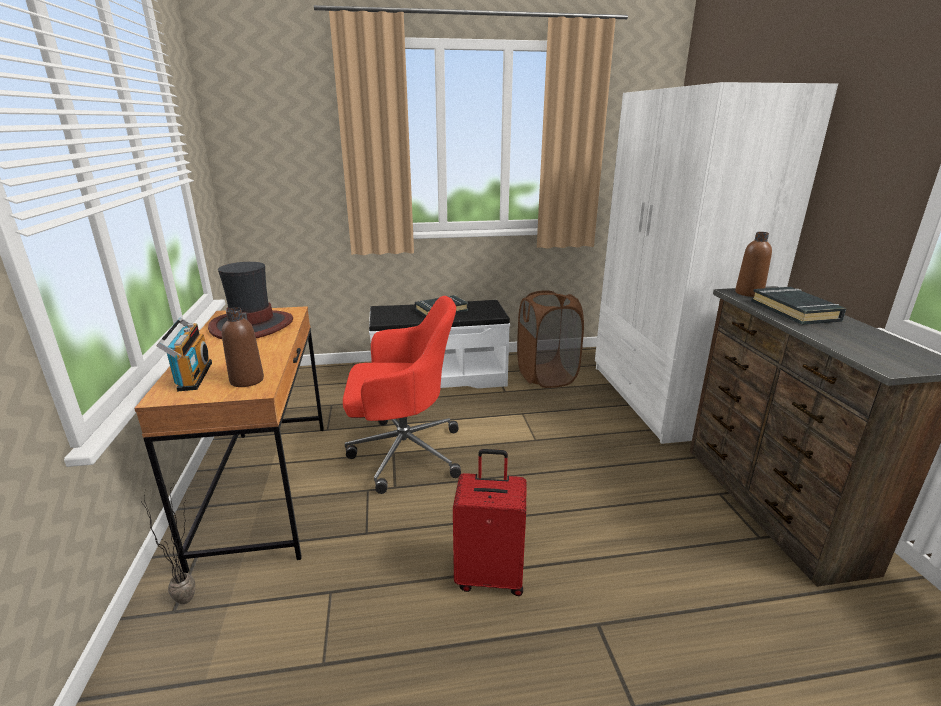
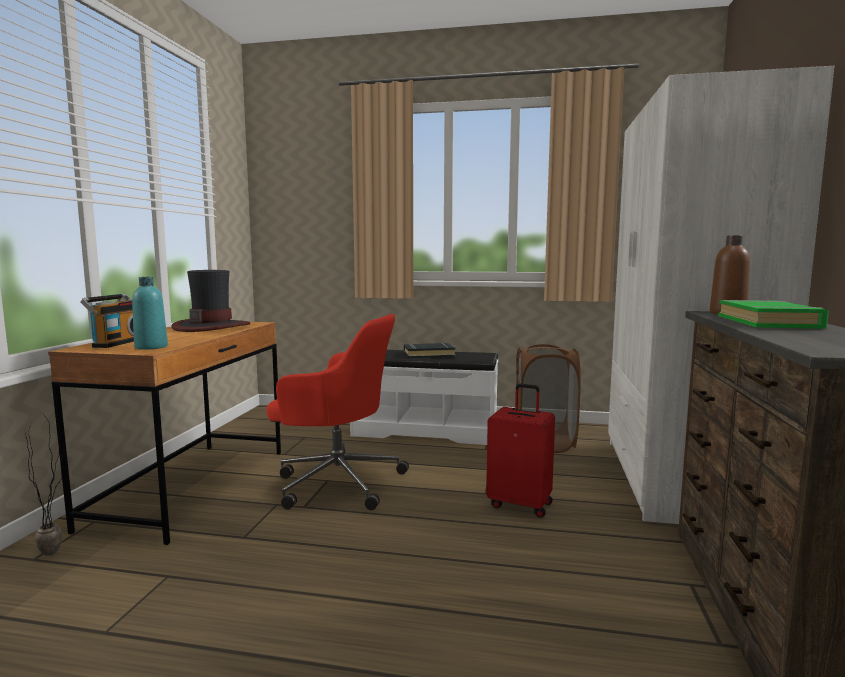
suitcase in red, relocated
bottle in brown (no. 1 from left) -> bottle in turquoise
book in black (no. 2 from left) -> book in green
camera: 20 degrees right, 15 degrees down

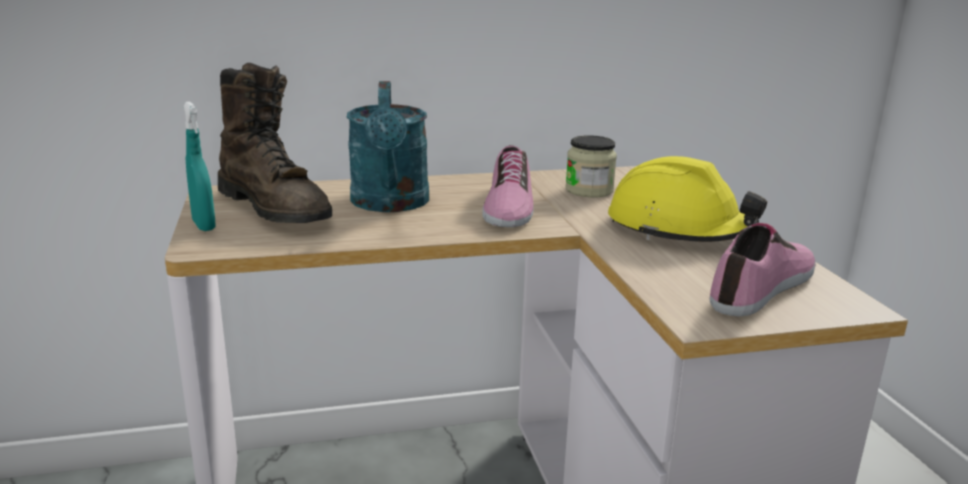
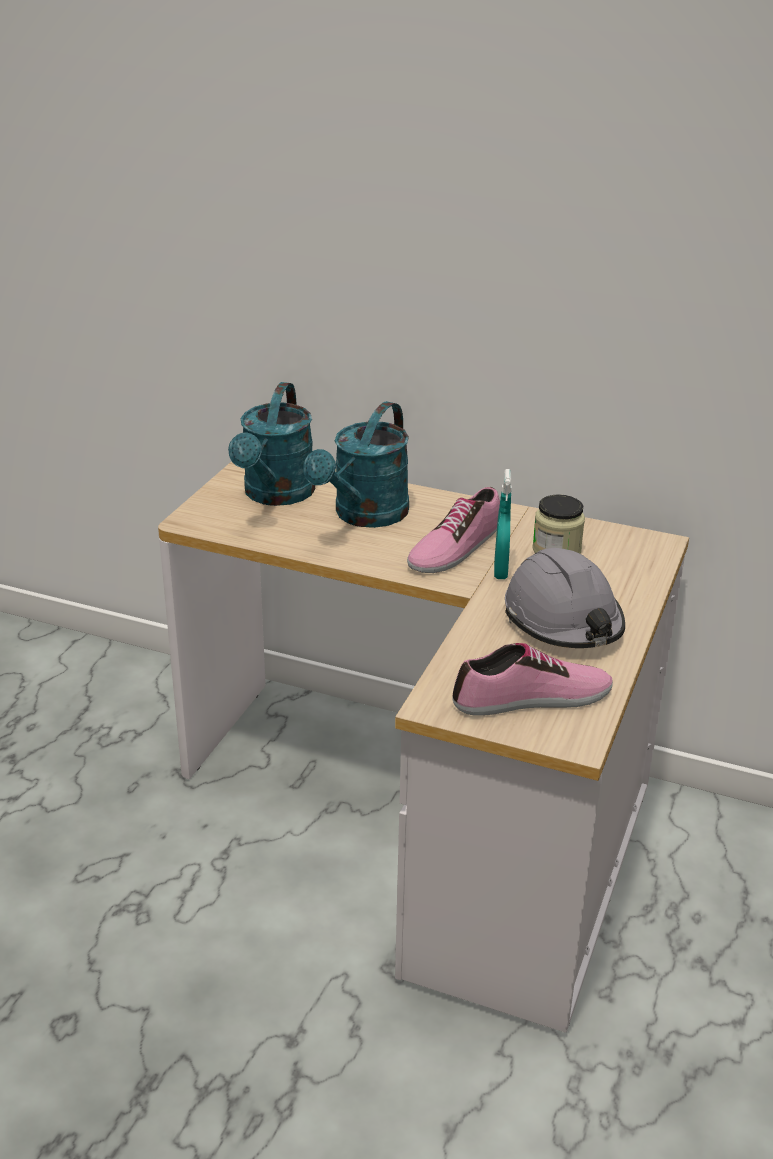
spray bottle in turquoise, relocated
boot in brown -> watering can in turquoise (no. 1 from left)
hard hat in yellow -> hard hat in grey
camera: 35 degrees right, 10 degrees up

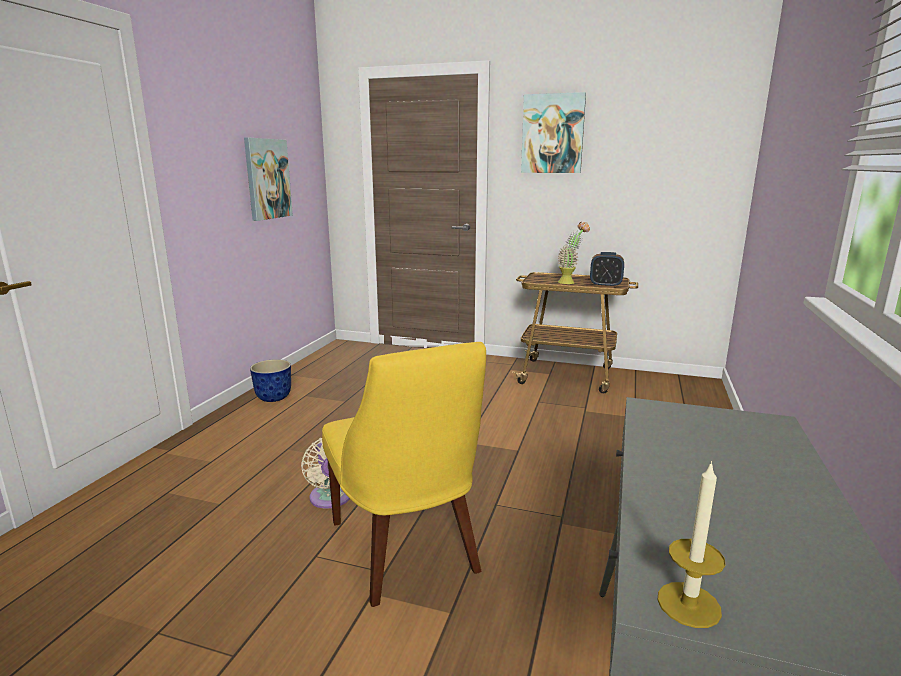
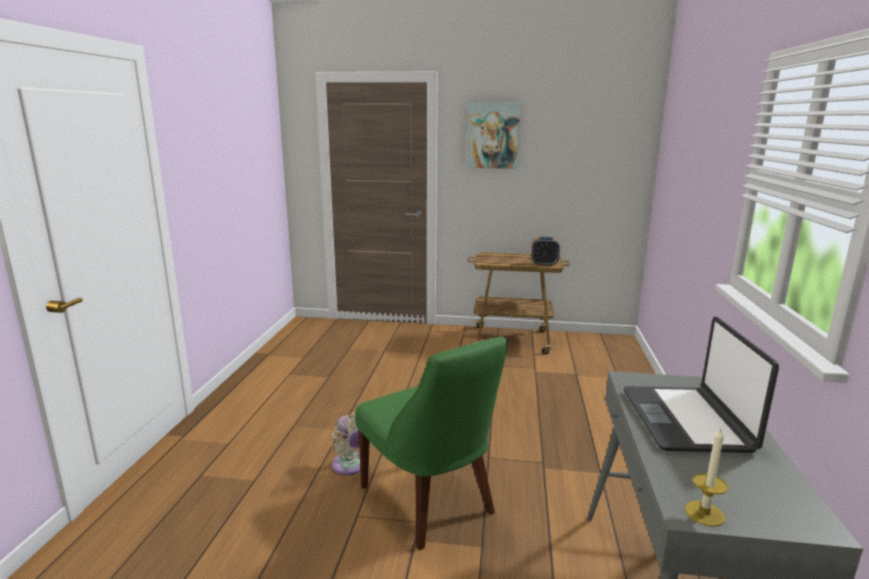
picture (no. 1 from left) -> none
planter -> none
potted plant -> none
none -> laptop
chair in yellow -> chair in green
camera: 10 degrees left, 0 degrees up

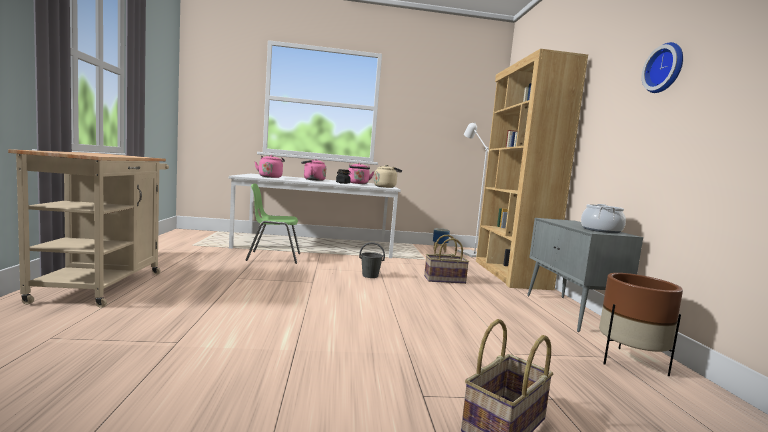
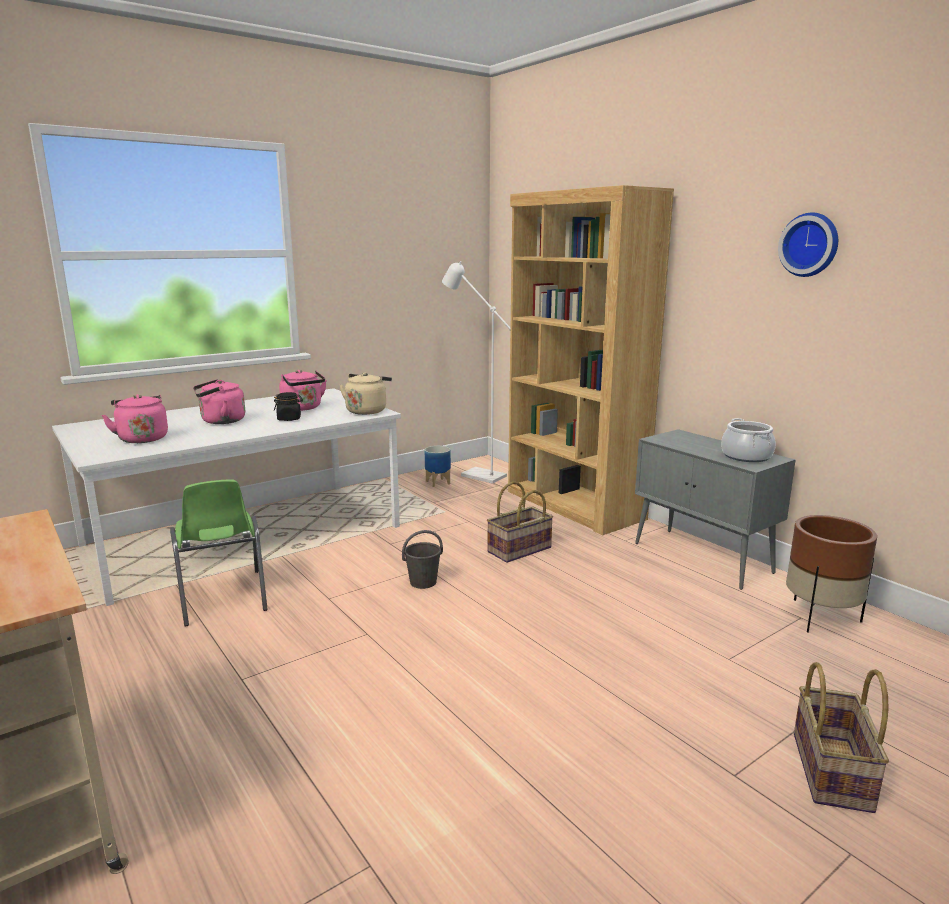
chair in green, 75 degrees counterclockwise
camera: 30 degrees left, 10 degrees up

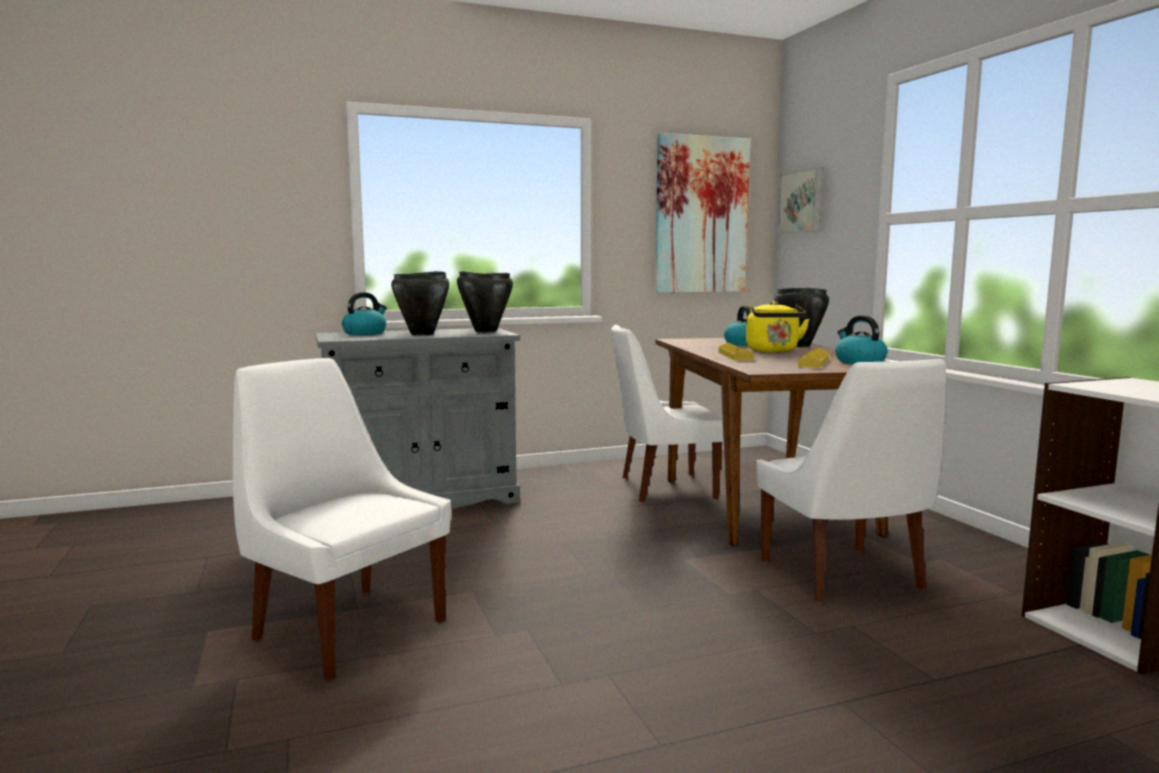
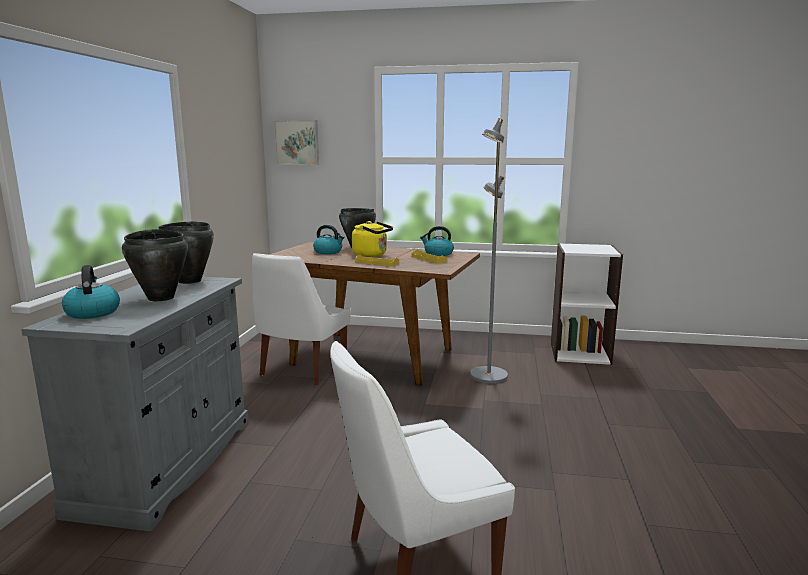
picture (no. 1 from left) -> none
chair in white (no. 3 from left) -> floor lamp in grey
camera: 60 degrees left, 5 degrees up

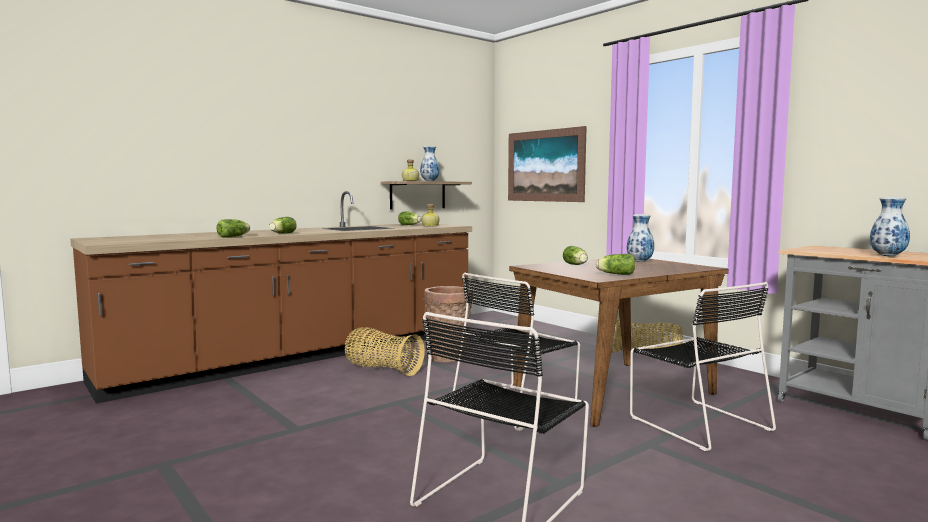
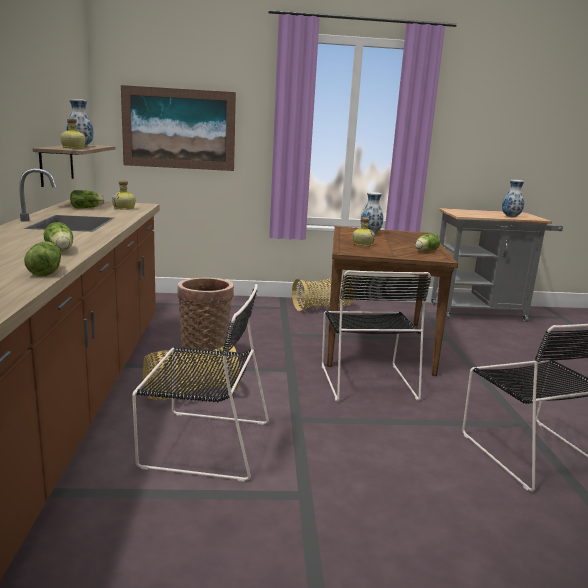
chair in black (no. 3 from left in the first image) -> chair in black (no. 1 from left), relocated
lettuce (no. 4 from left) -> bottle (no. 3 from left)
camera: 55 degrees left, 10 degrees up

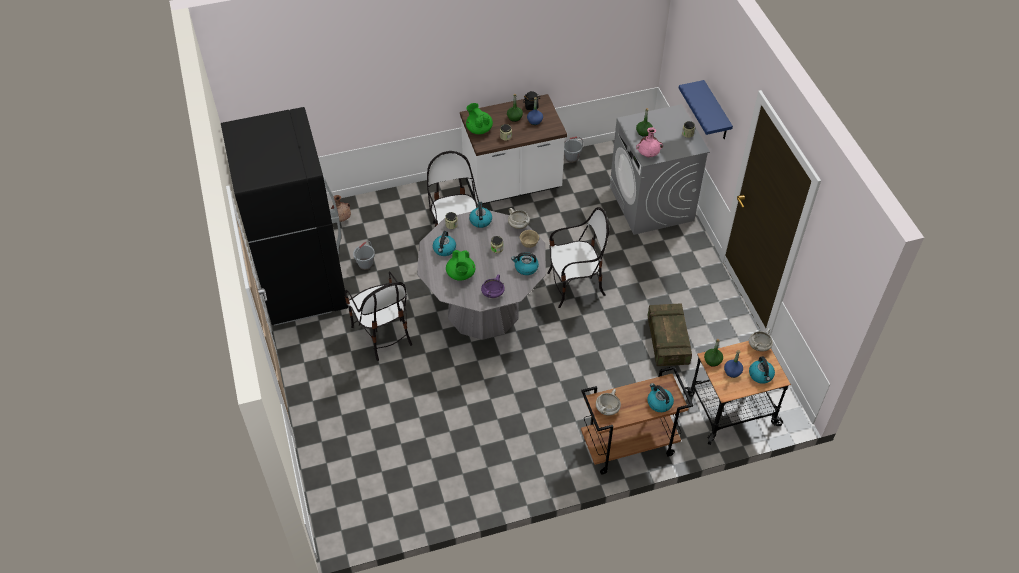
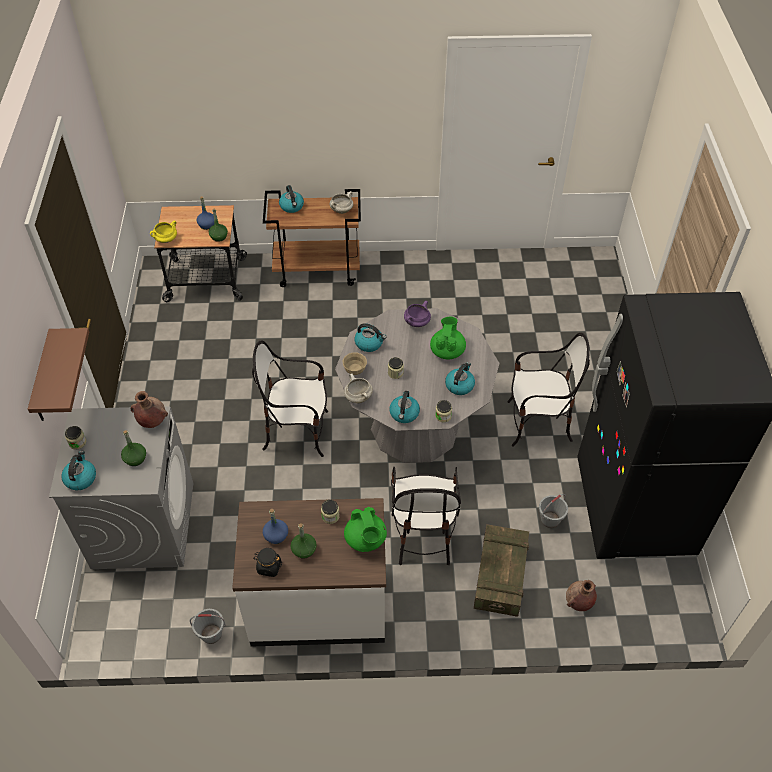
crate, relocated
kettle (no. 5 from left in the first image) -> kettle (no. 1 from left), relocated
vase in pink -> vase in brown (no. 1 from left)
shelf in blue -> shelf in brown
cooking pot in white (no. 3 from left) -> cooking pot in yellow
chair (no. 1 from left in the first image) -> chair (no. 3 from left), 105 degrees clockwise
camera: 165 degrees left, 0 degrees up

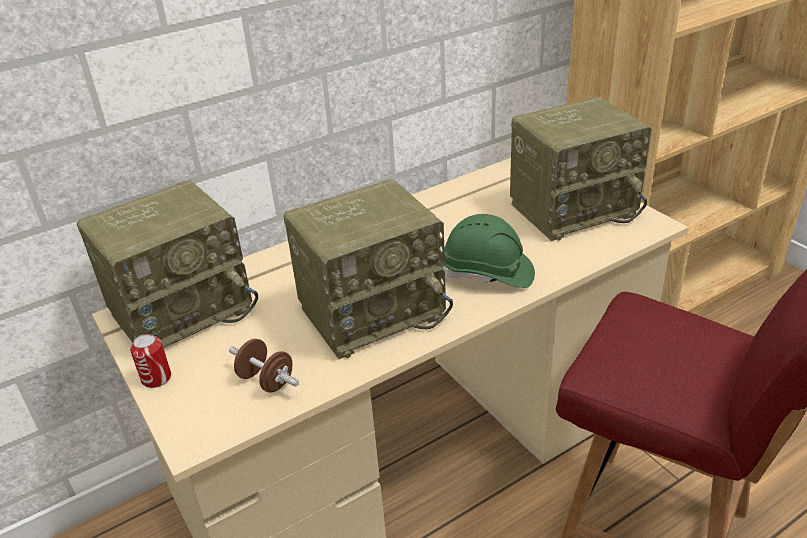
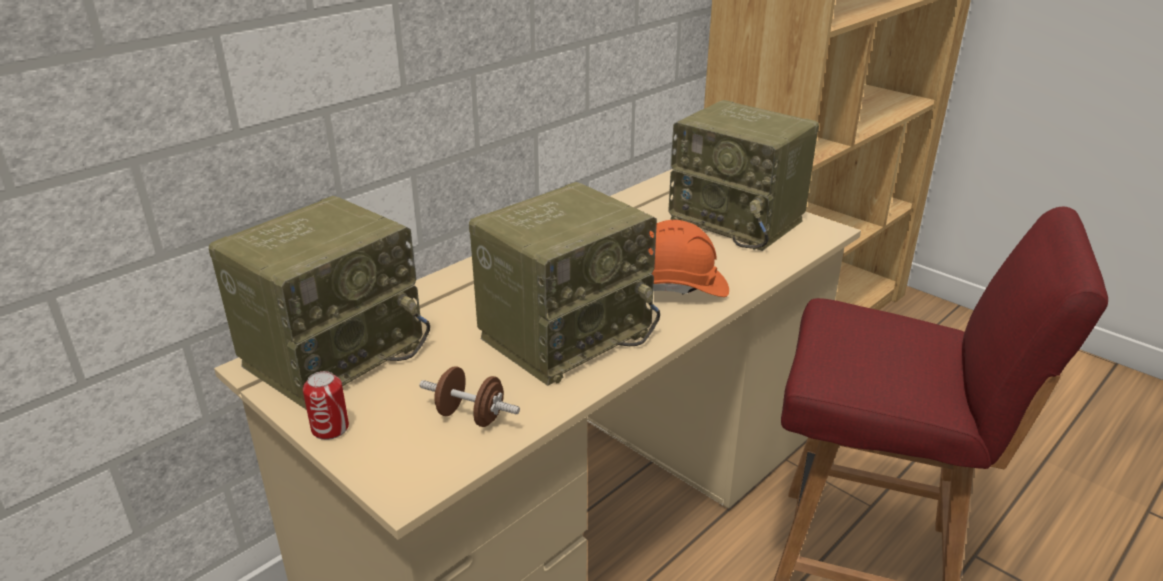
hard hat in green -> hard hat in orange
radio (no. 3 from left), 75 degrees clockwise
camera: 15 degrees left, 5 degrees down

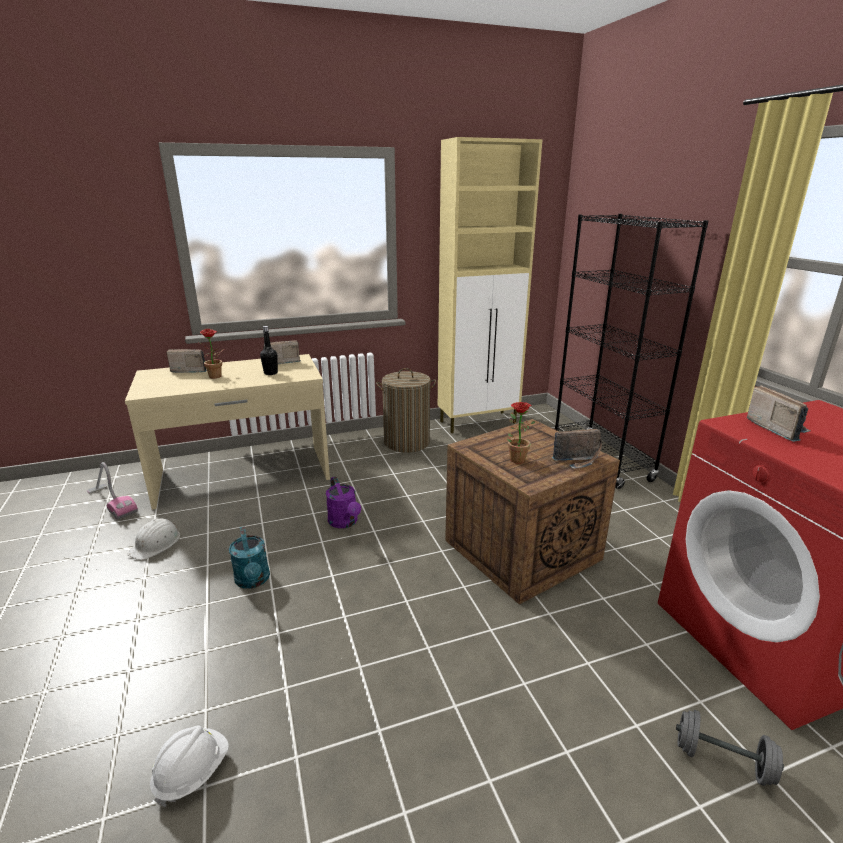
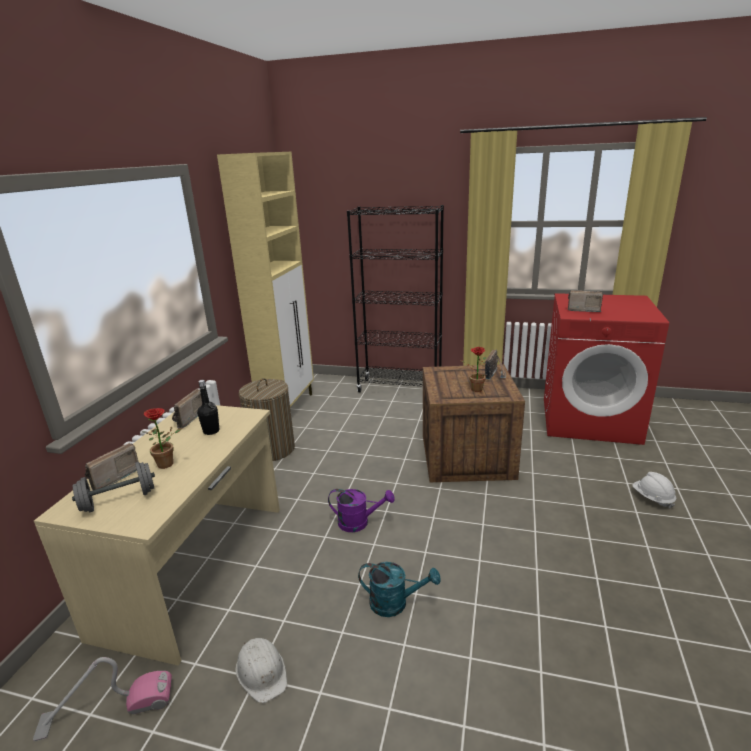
hard hat in white (no. 2 from left), relocated
dumbbell in grey, relocated
camera: 55 degrees left, 0 degrees up

